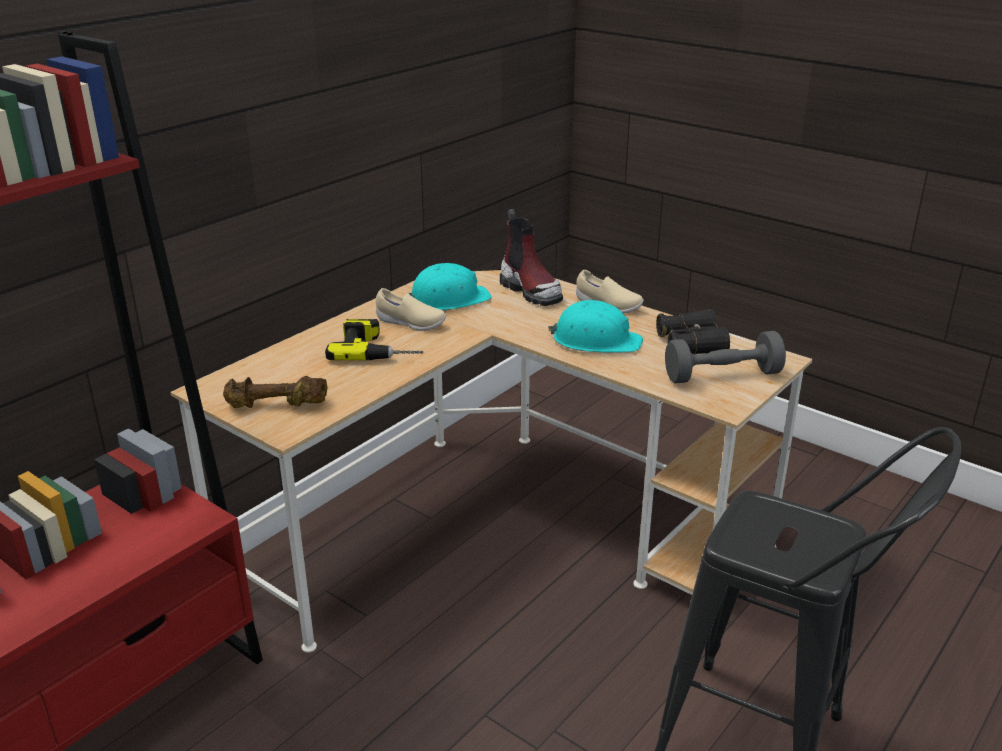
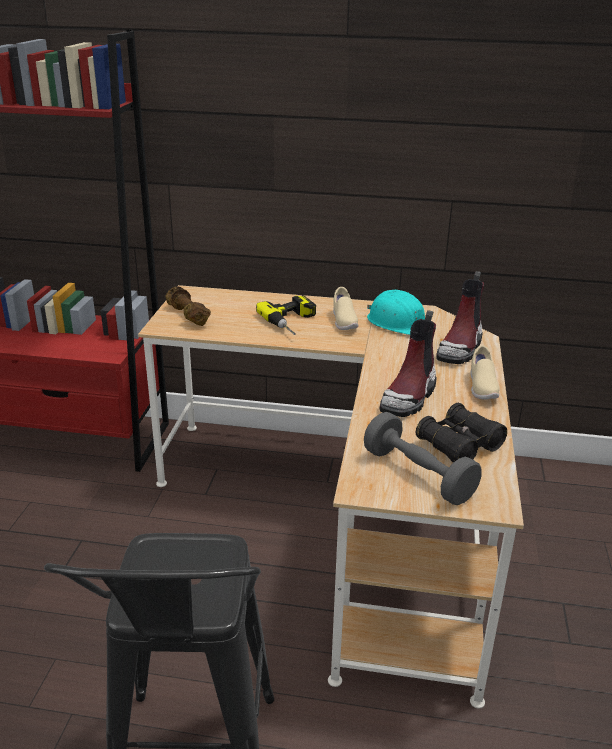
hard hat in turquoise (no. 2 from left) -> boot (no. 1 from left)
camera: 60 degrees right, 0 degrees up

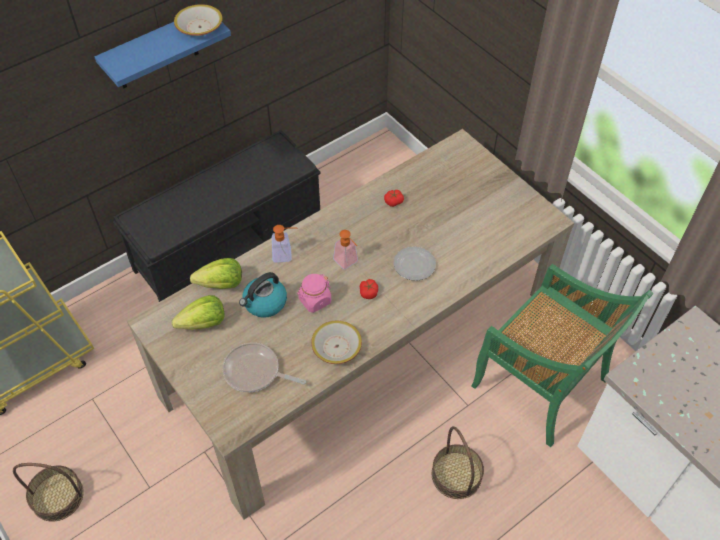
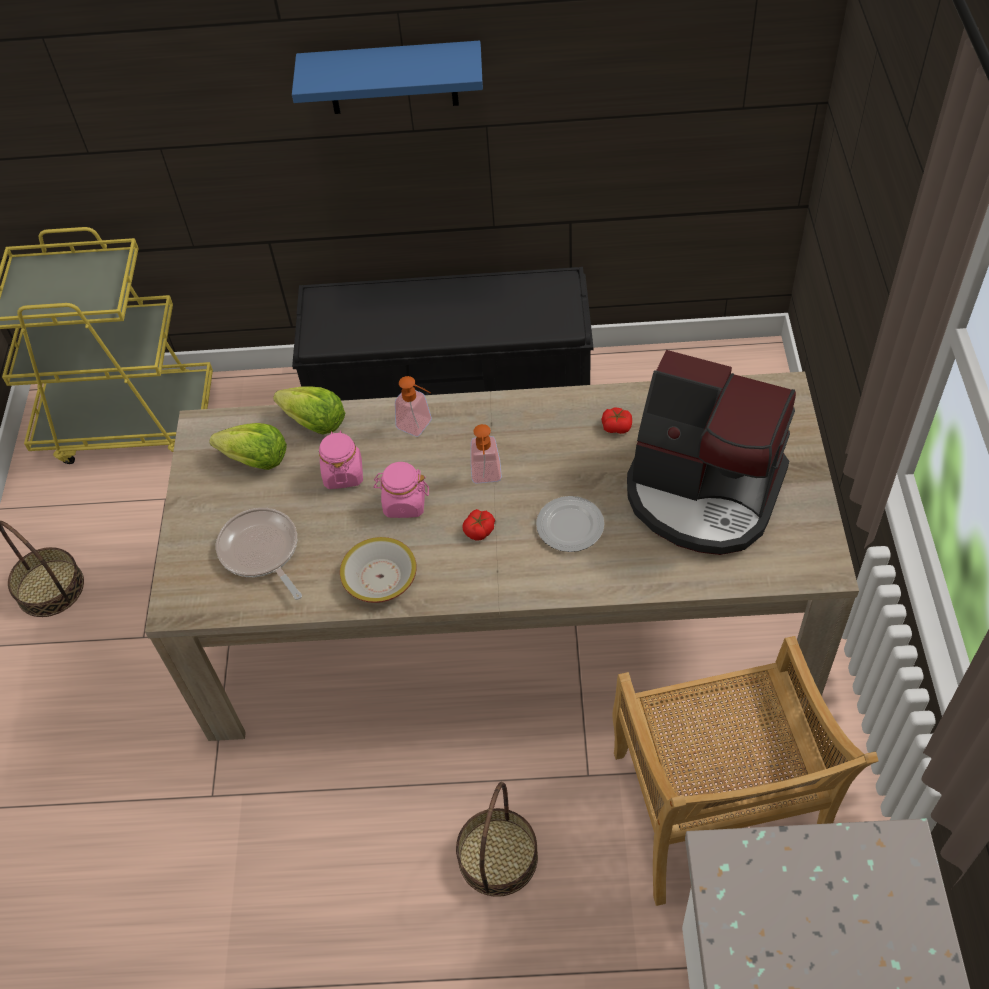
bowl (no. 1 from left) -> none
none -> coffee machine
kettle -> jar in pink (no. 1 from left)
chair in green -> chair in beige
camera: 40 degrees right, 0 degrees up

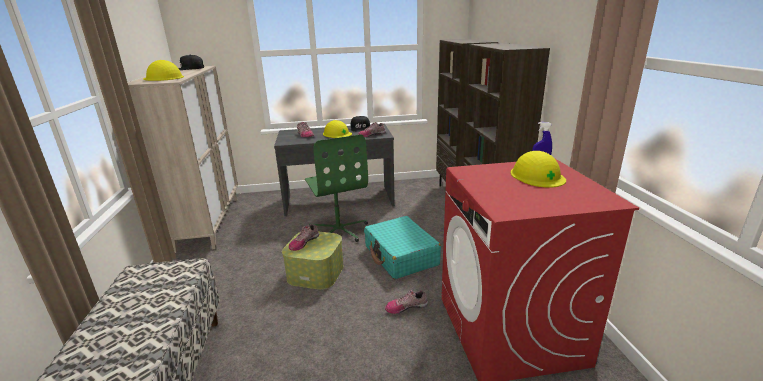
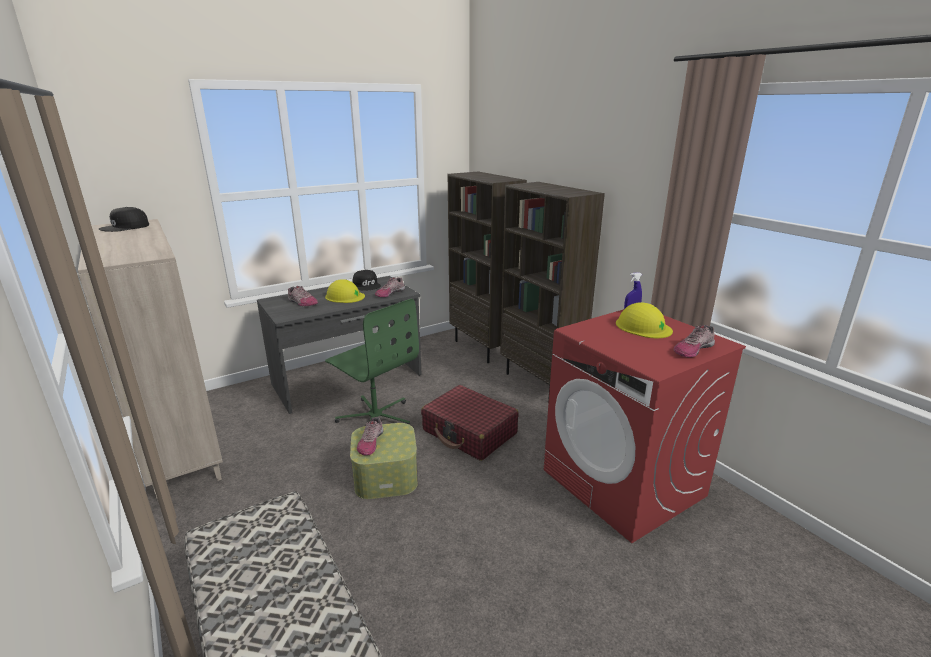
hard hat in yellow (no. 1 from left) -> none
shoe (no. 4 from left), relocated
suitcase in turquoise -> suitcase in red
camera: 25 degrees left, 0 degrees up

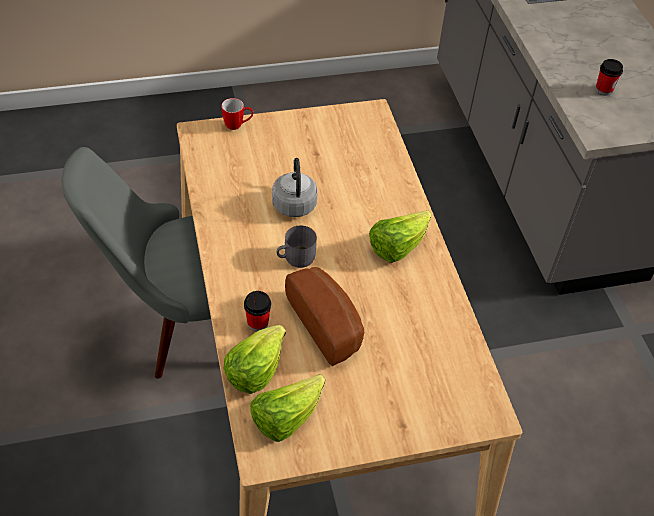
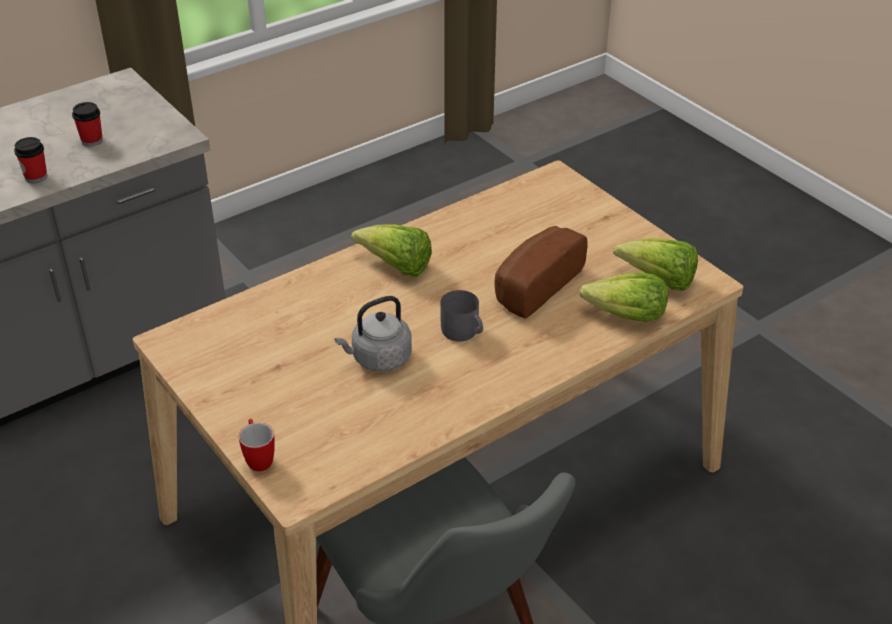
cup (no. 1 from left), relocated
camera: 110 degrees left, 10 degrees down

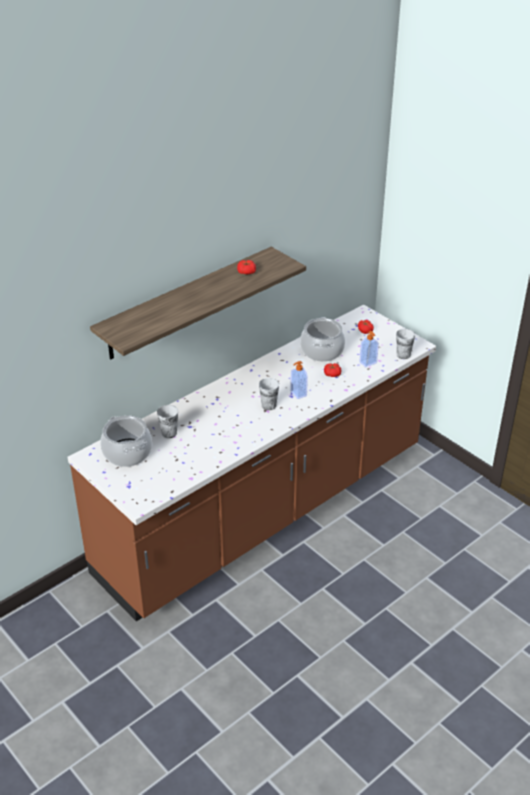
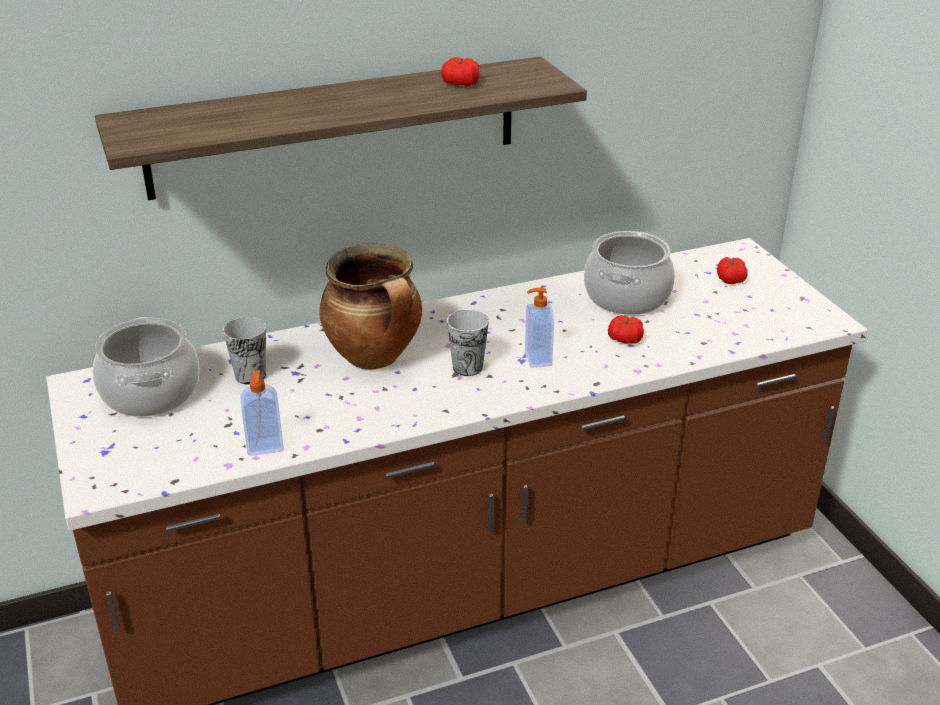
cup (no. 3 from left) -> none
none -> cooking pot (no. 2 from left)
soap dispenser (no. 2 from left in the first image) -> soap dispenser (no. 1 from left), relocated
camera: 20 degrees right, 5 degrees down

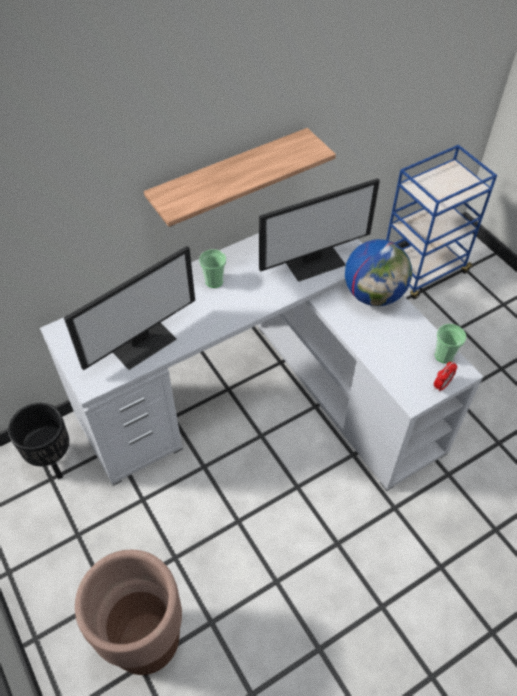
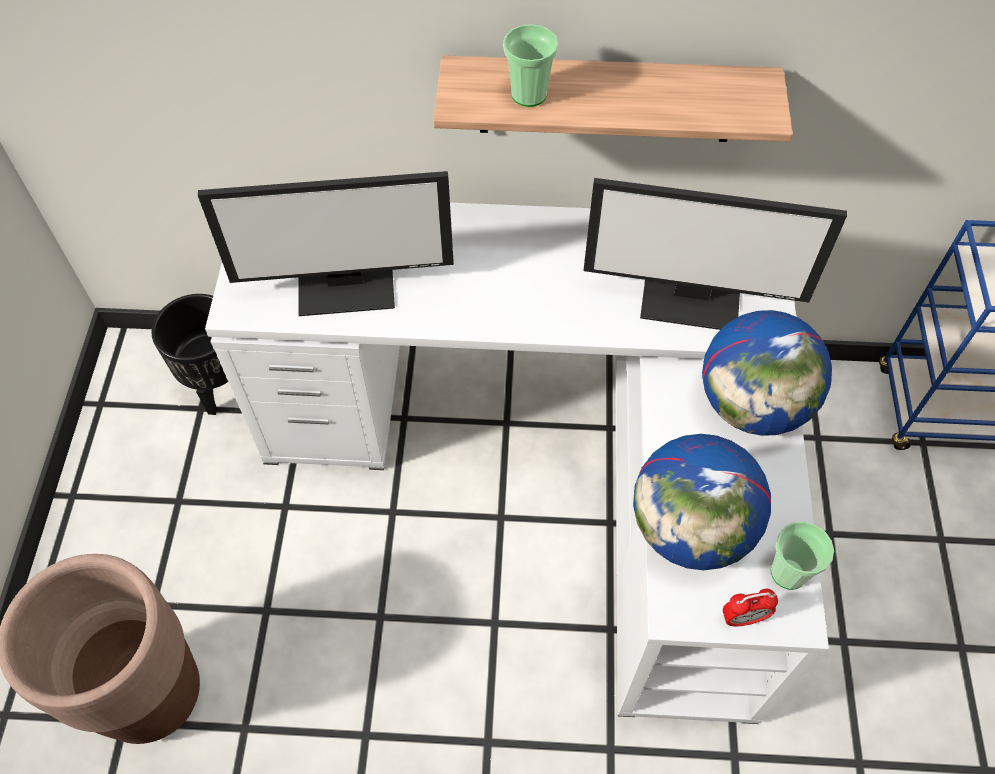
none -> globe (no. 1 from left)
cup (no. 1 from left), relocated
camera: 35 degrees right, 5 degrees up

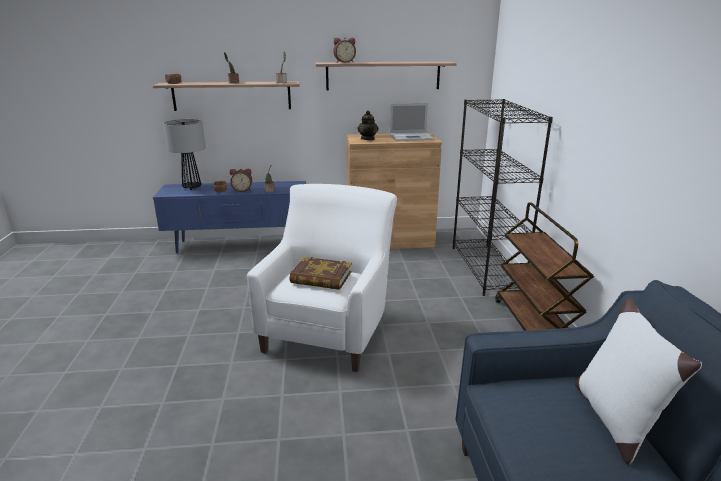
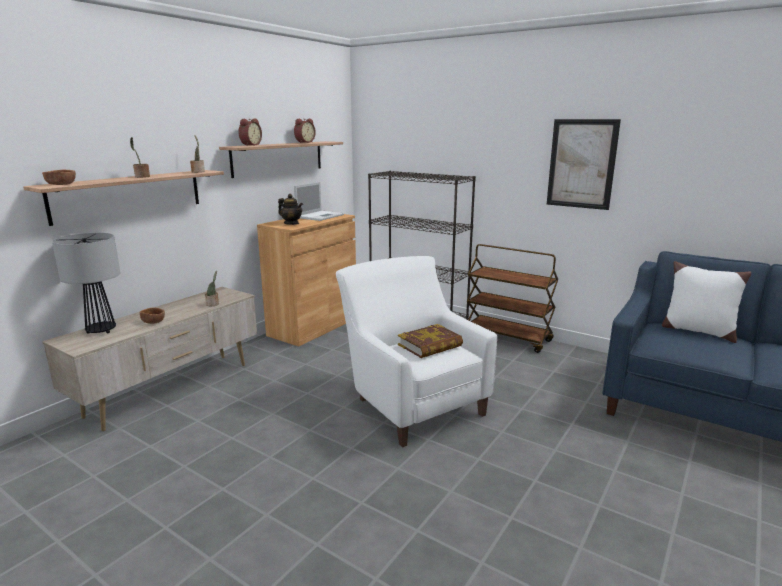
none -> picture
alarm clock (no. 1 from left in the first image) -> alarm clock (no. 2 from left), relocated
tv stand in blue -> tv stand in beige
camera: 50 degrees left, 5 degrees down

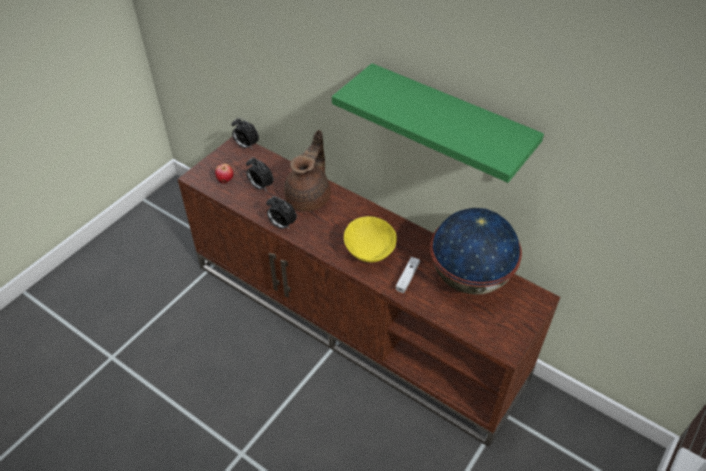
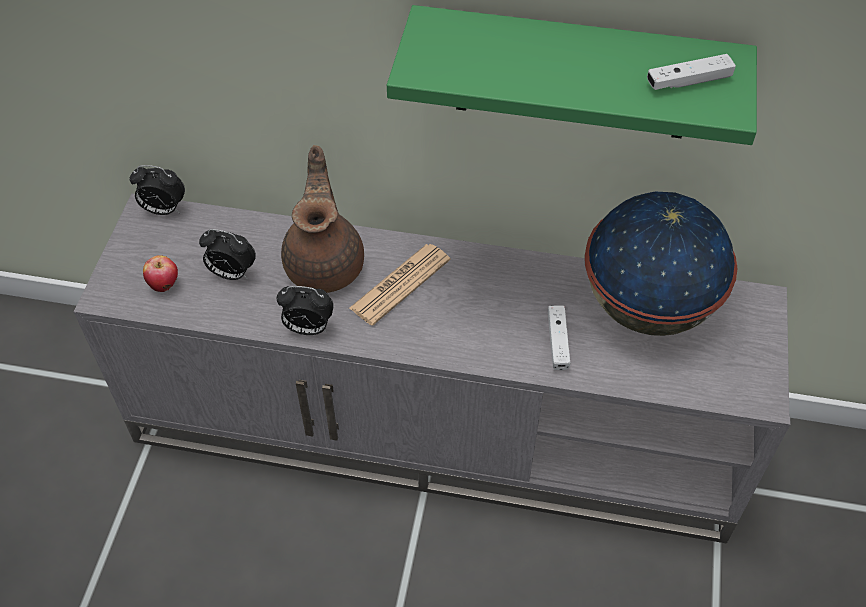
bowl in yellow -> none
none -> newspaper
none -> game controller in white (no. 2 from left)
tv stand in brown -> tv stand in grey
camera: 25 degrees left, 5 degrees up

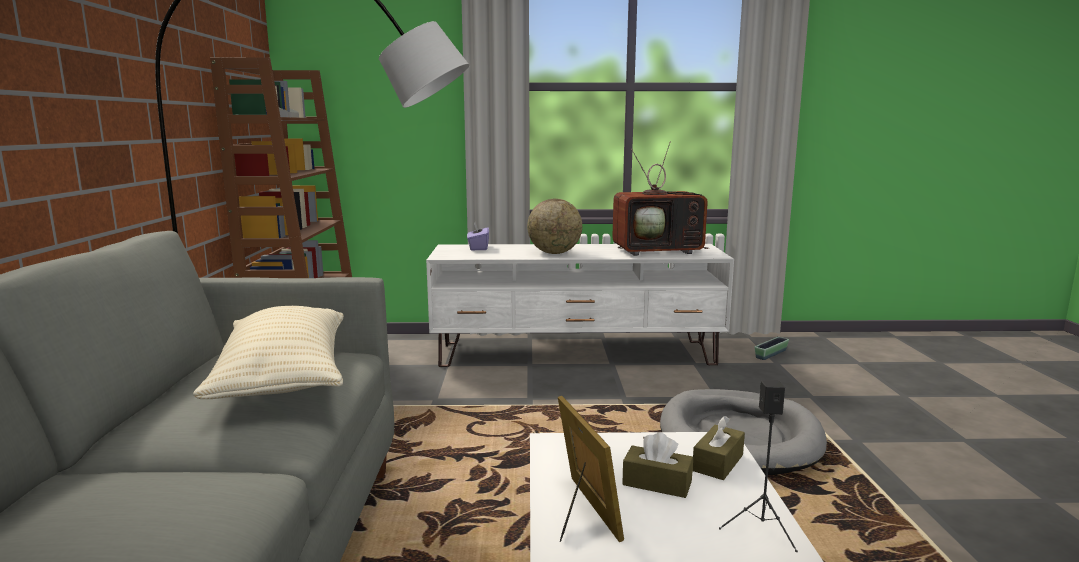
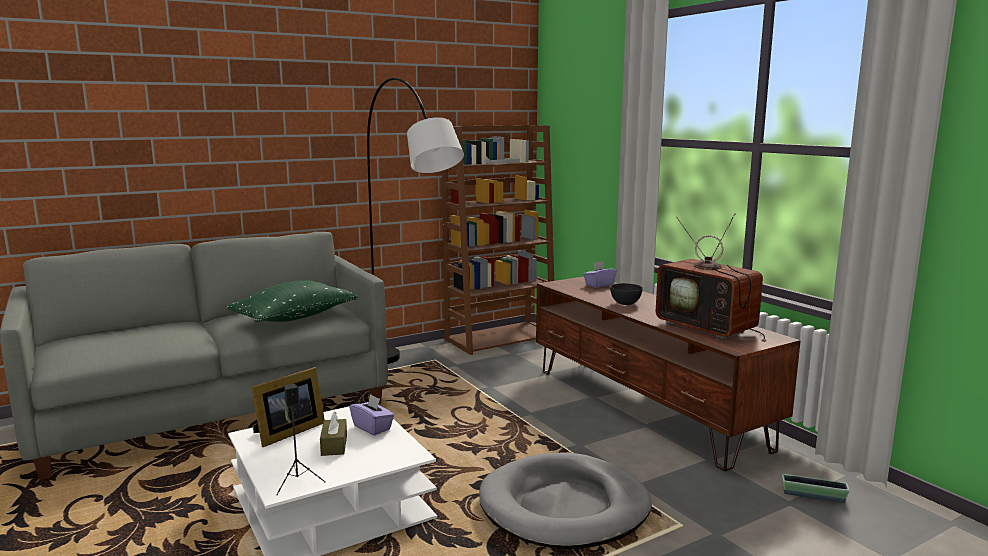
tissue box in brown (no. 2 from left) -> none
none -> tissue box in purple (no. 1 from left)
globe -> bowl in grey
pillow in beige -> pillow in green
tv stand in white -> tv stand in brown
camera: 60 degrees right, 0 degrees up

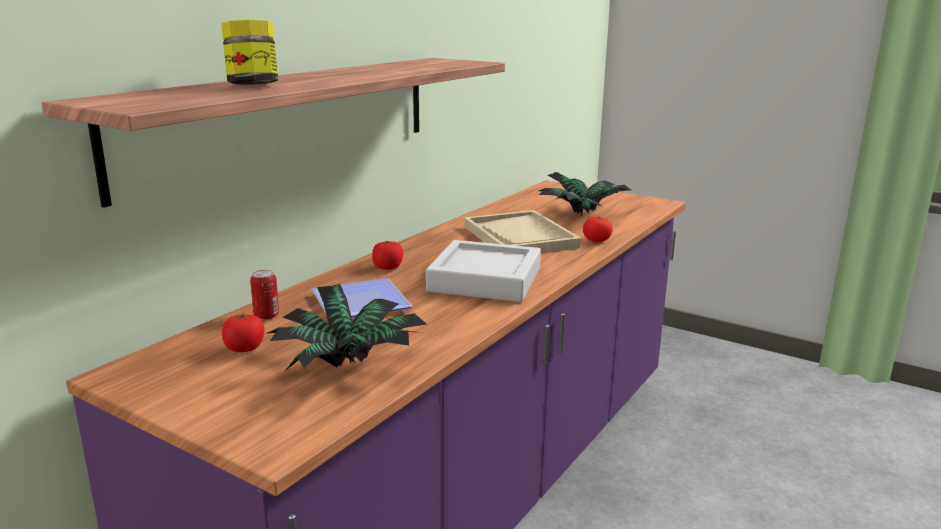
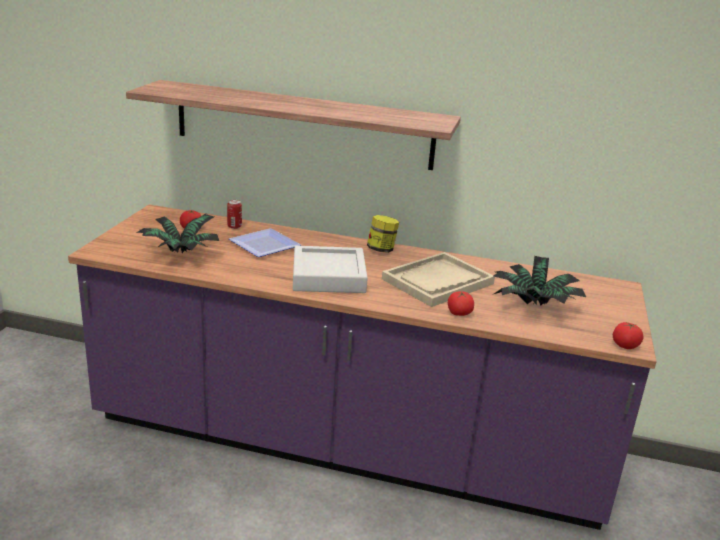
jar, relocated
tomato (no. 2 from left in the first image) -> tomato (no. 3 from left), relocated
camera: 70 degrees right, 5 degrees up

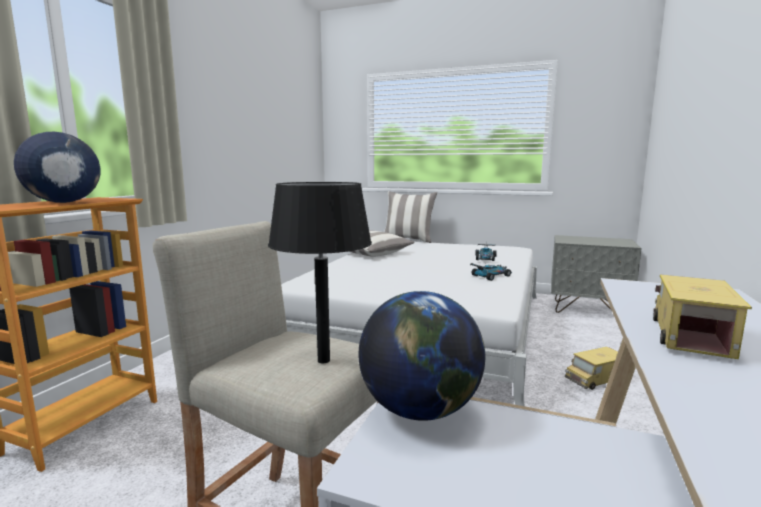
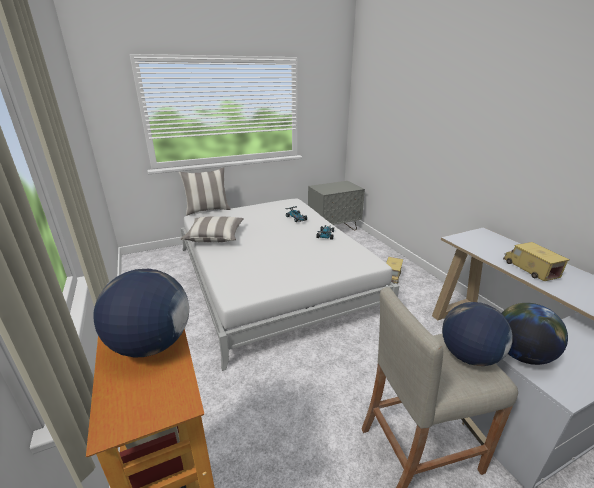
table lamp in black -> globe (no. 2 from left)
camera: 45 degrees left, 15 degrees up

